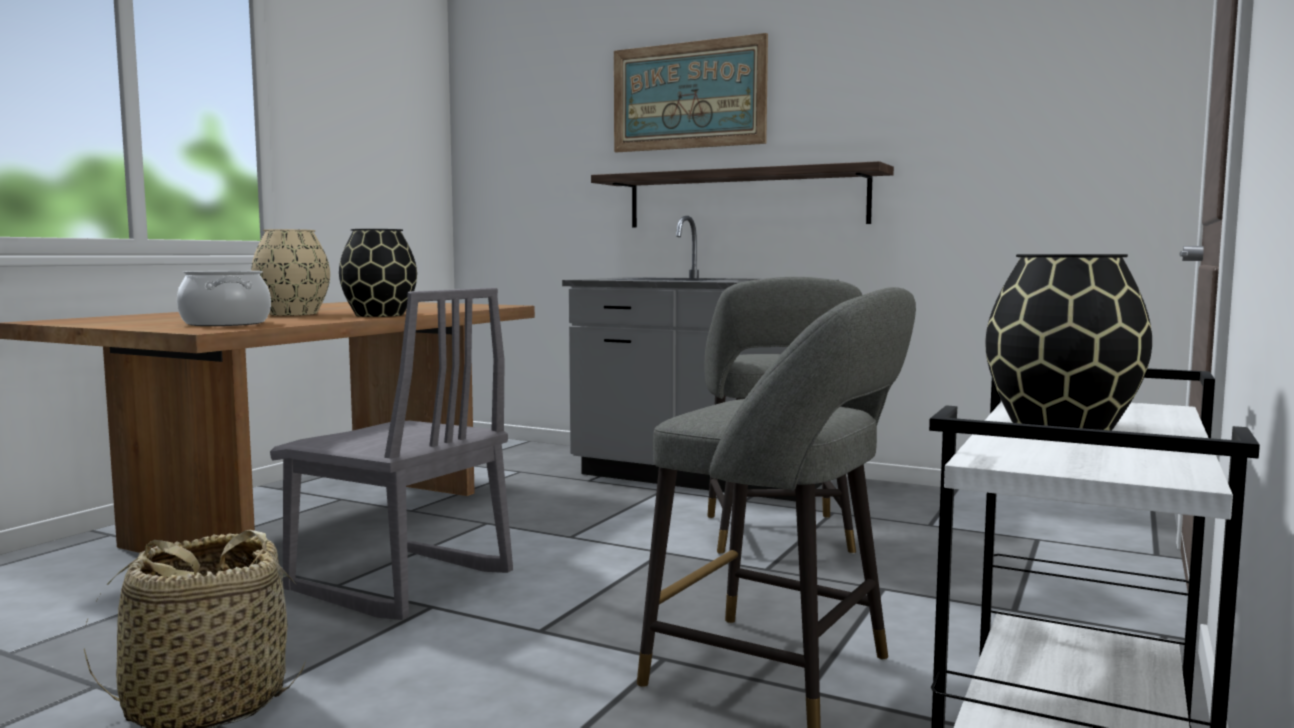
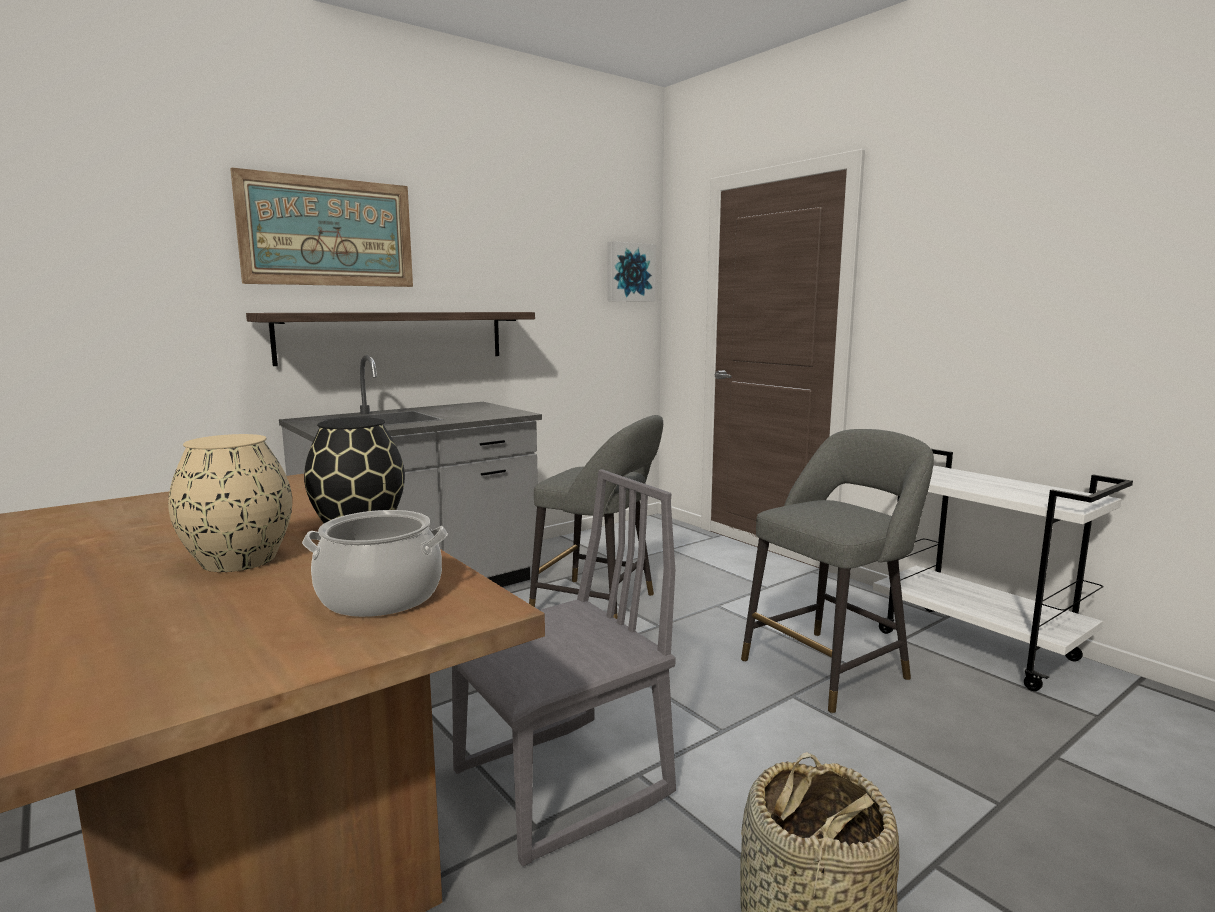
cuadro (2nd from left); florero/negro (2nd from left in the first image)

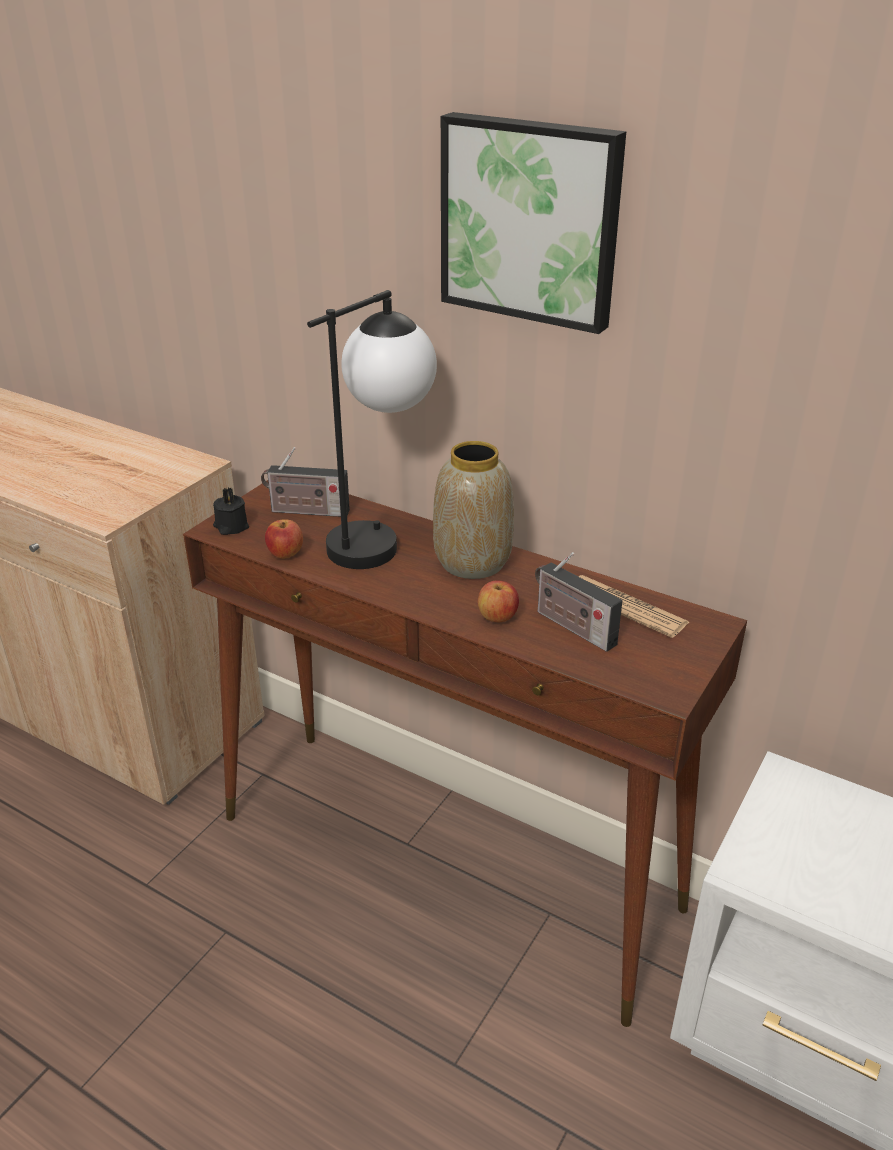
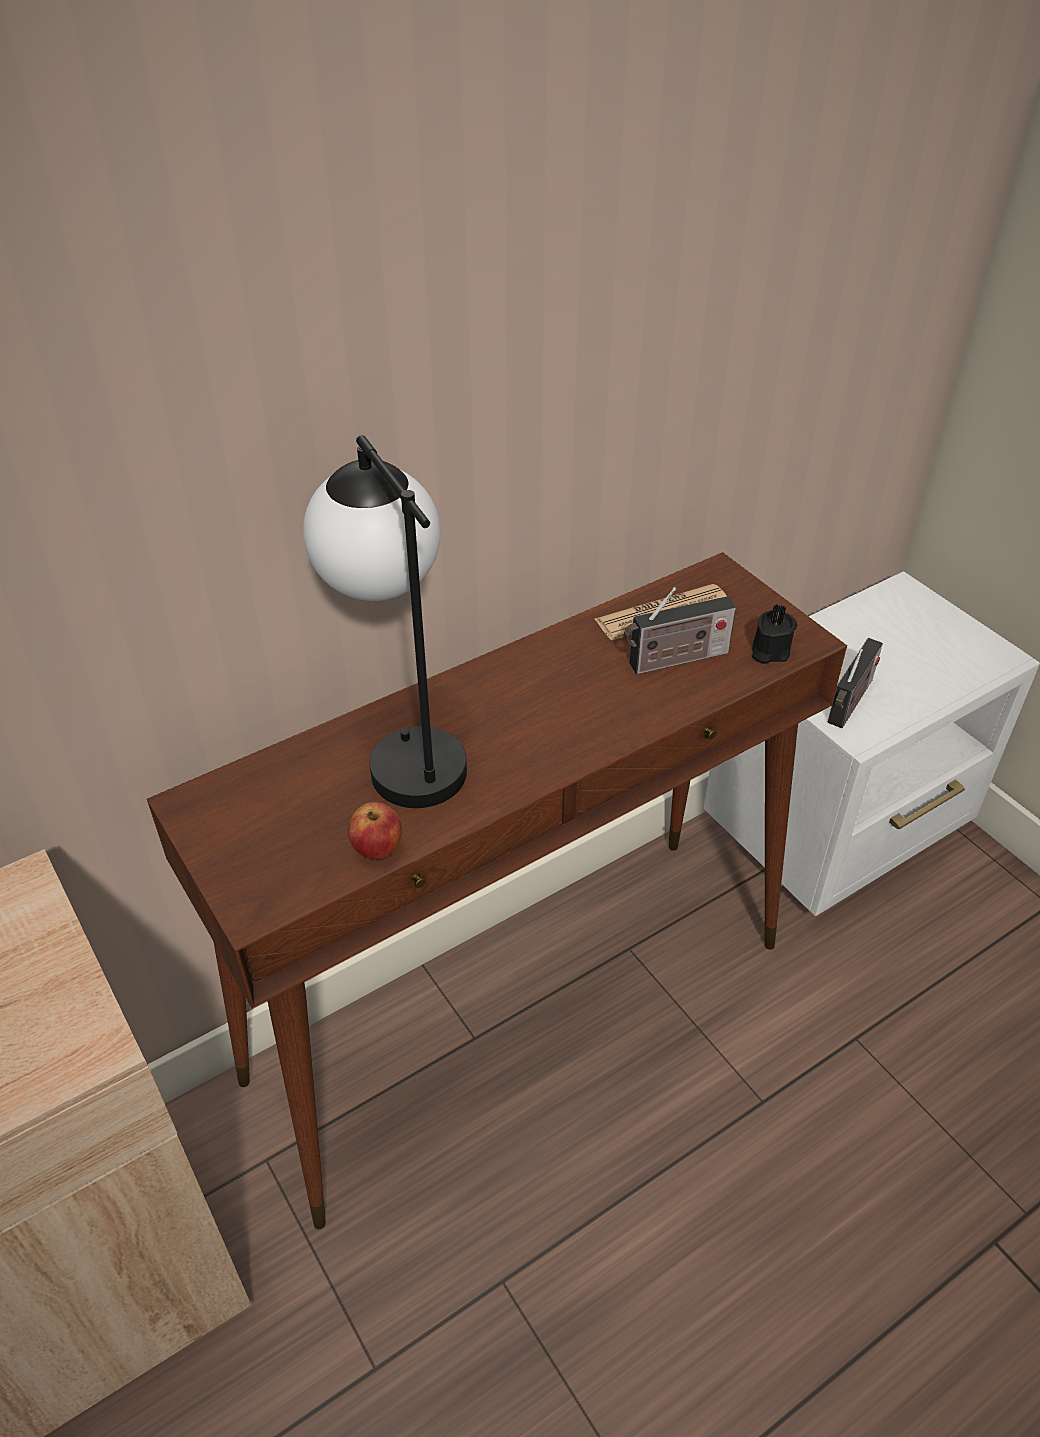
vela/negro; radio (2nd from left); florero; cuadro; manzana (2nd from left in the first image)

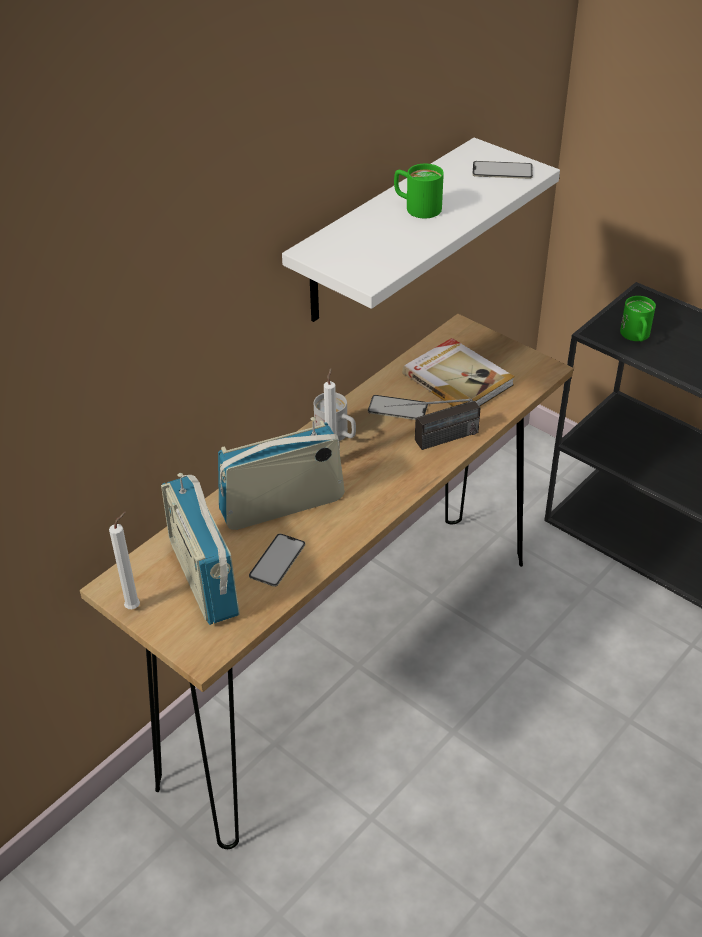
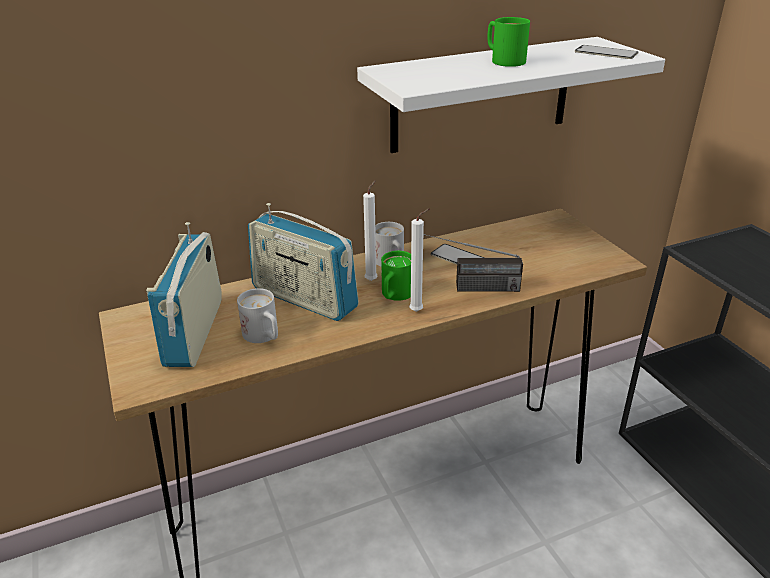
taza grande/blanco (1st from left); radio (2nd from left); taza grande/verde (1st from left); vela/blanco (2nd from left); libro

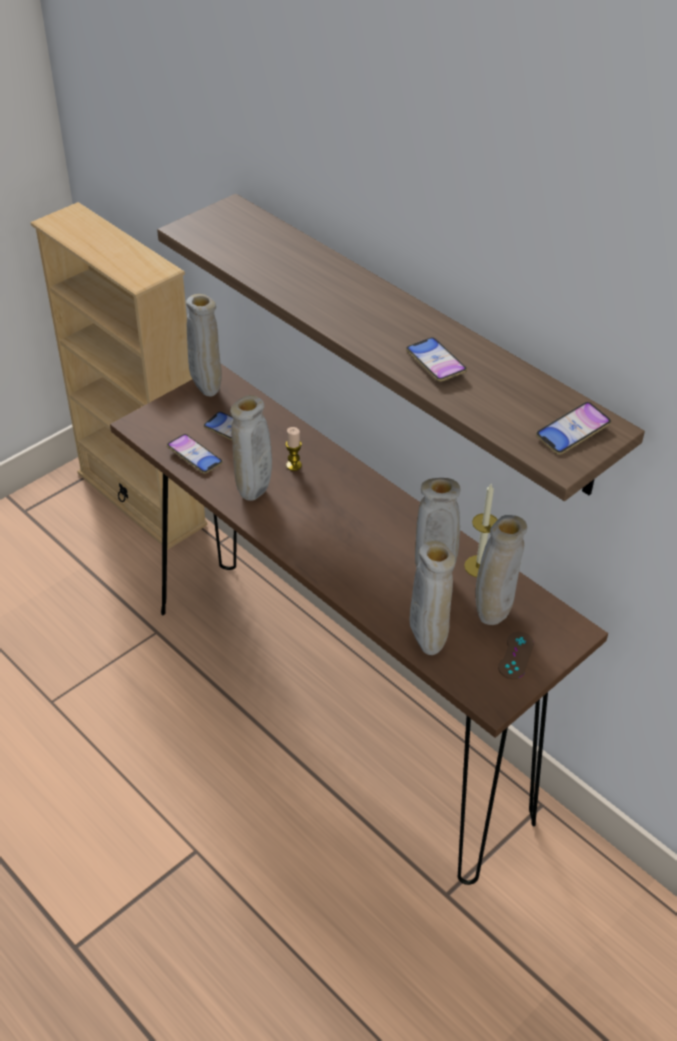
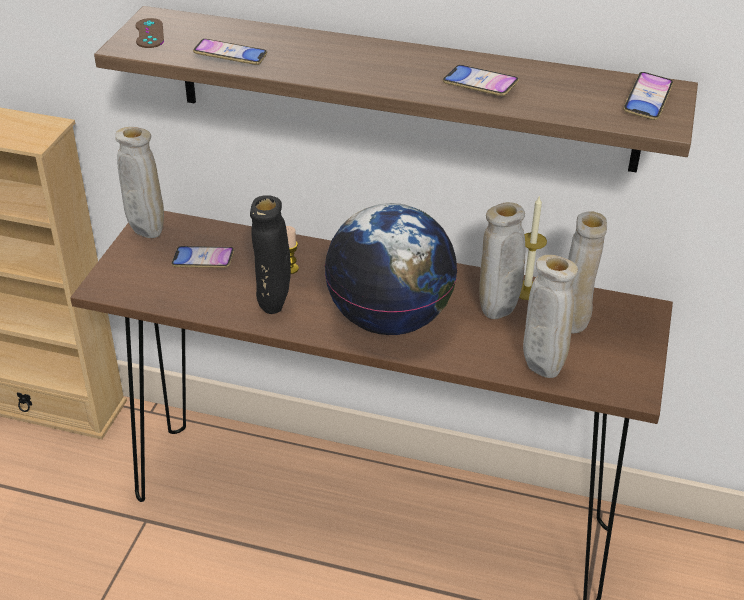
mando de consola/marrón; móvil (2nd from left); florero/negro; globo terráqueo

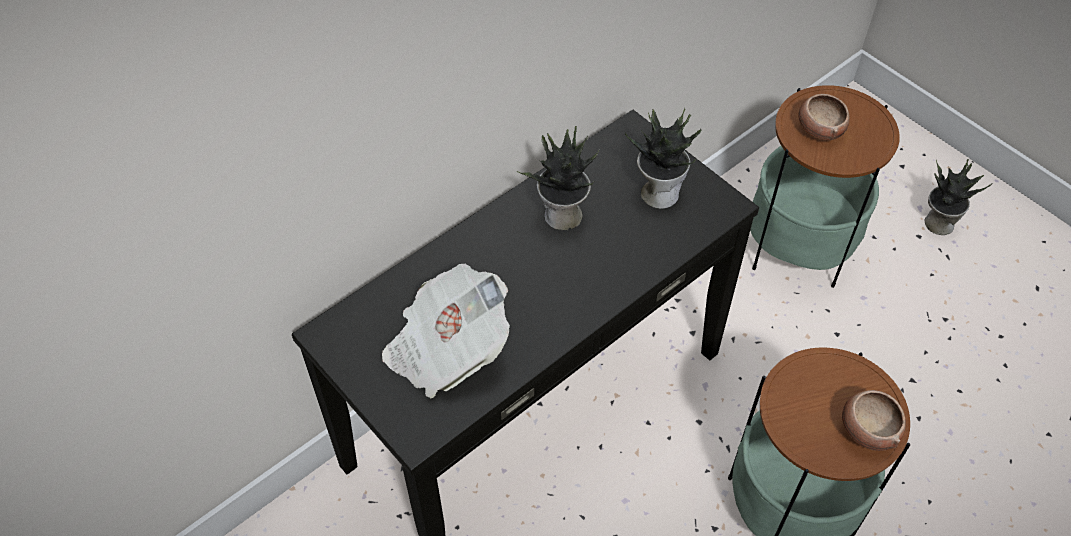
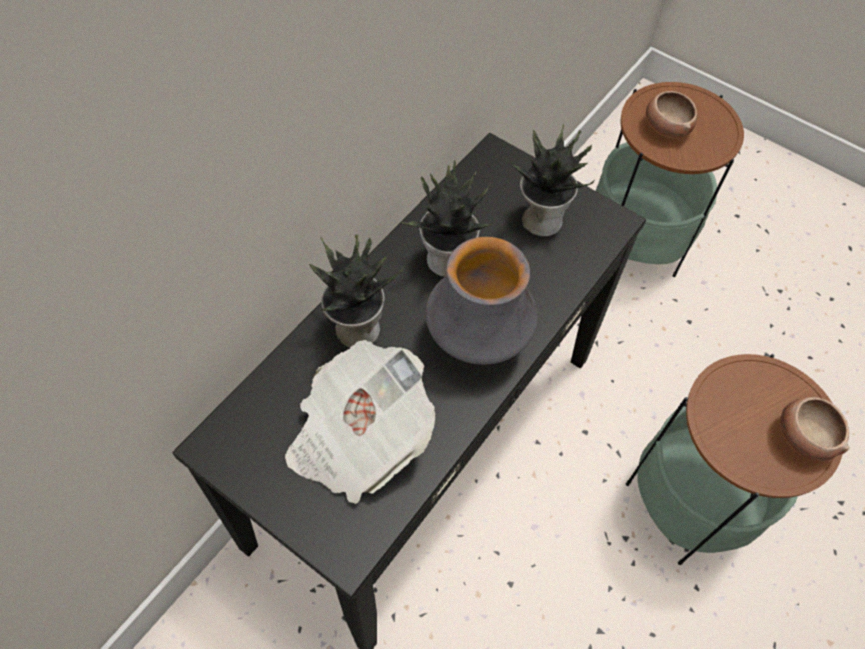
planta en maceta (1st from left); florero

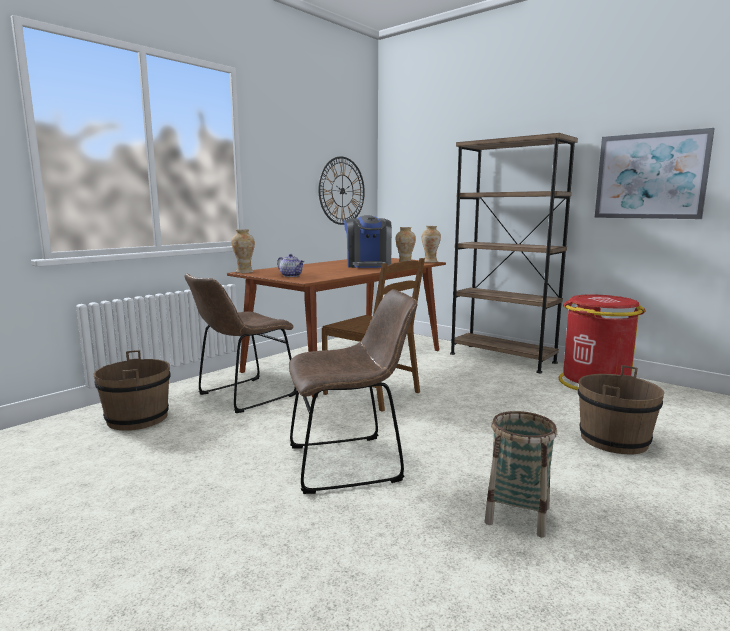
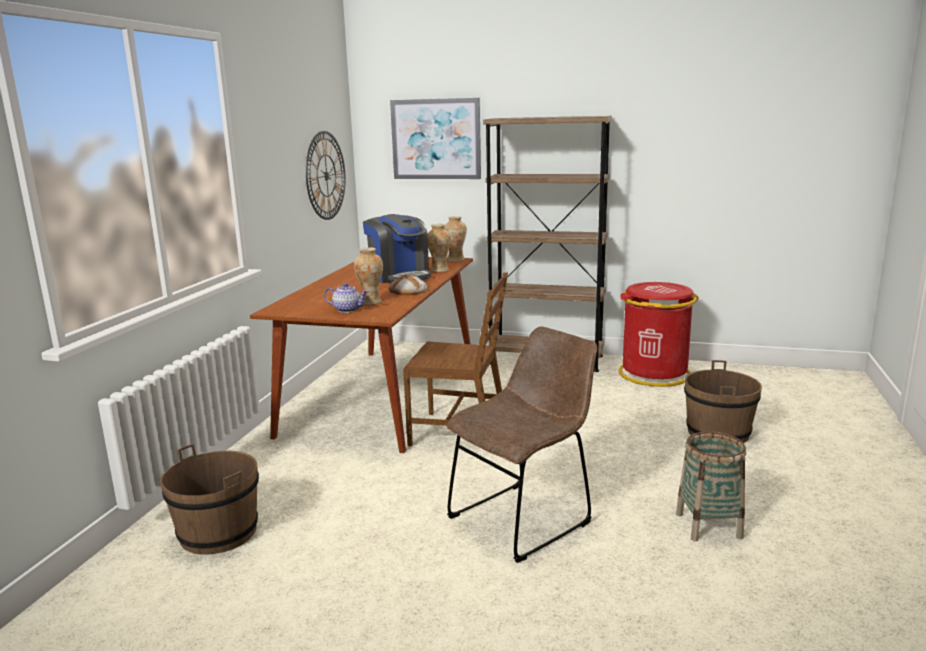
florero (1st from left); pan; cuadro; silla/marrón (1st from left in the first image)

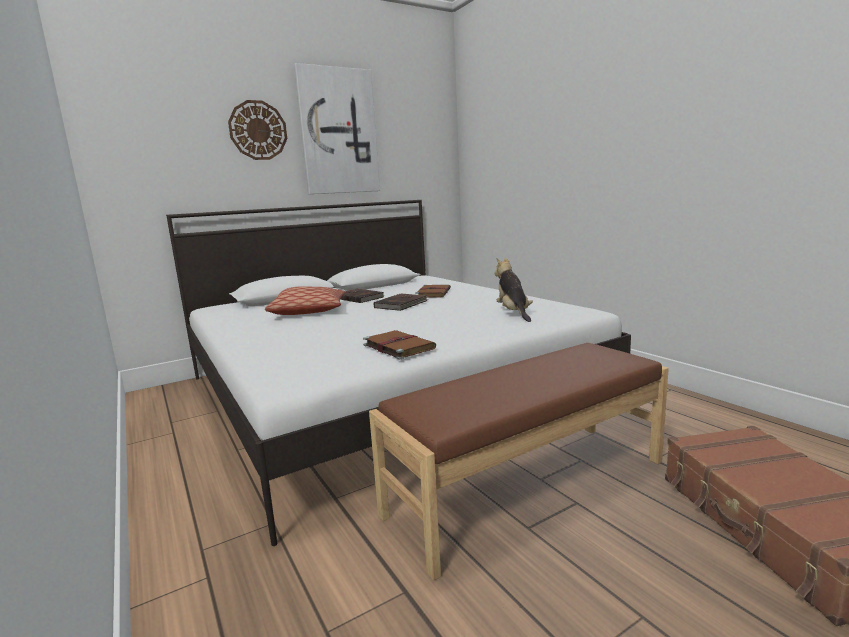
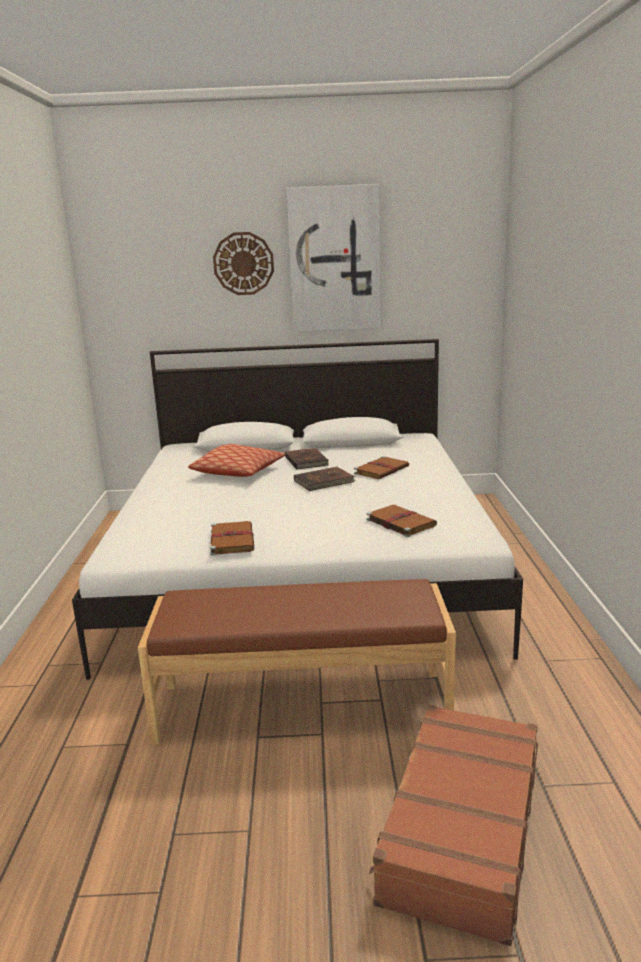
libro/marrón (5th from left)

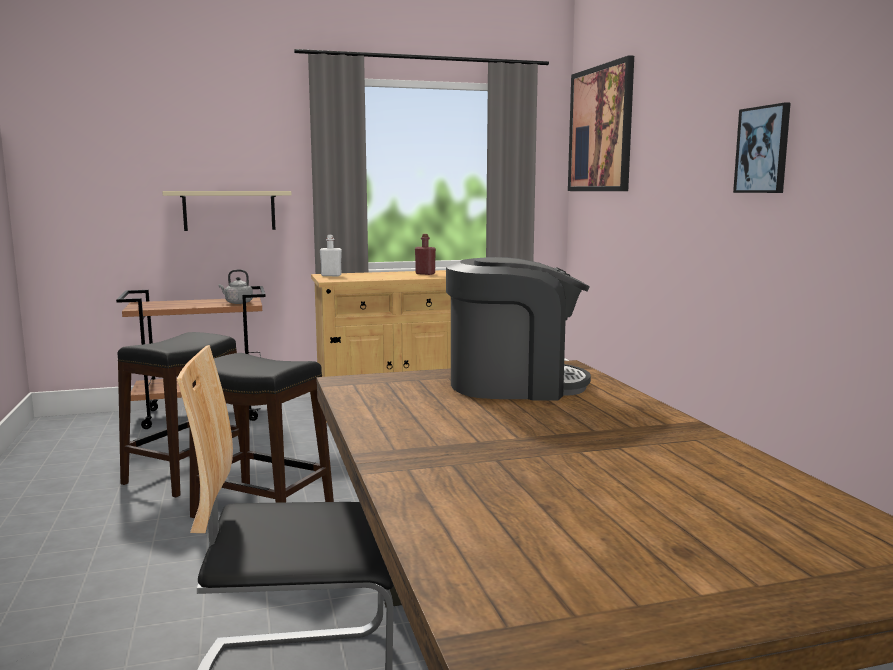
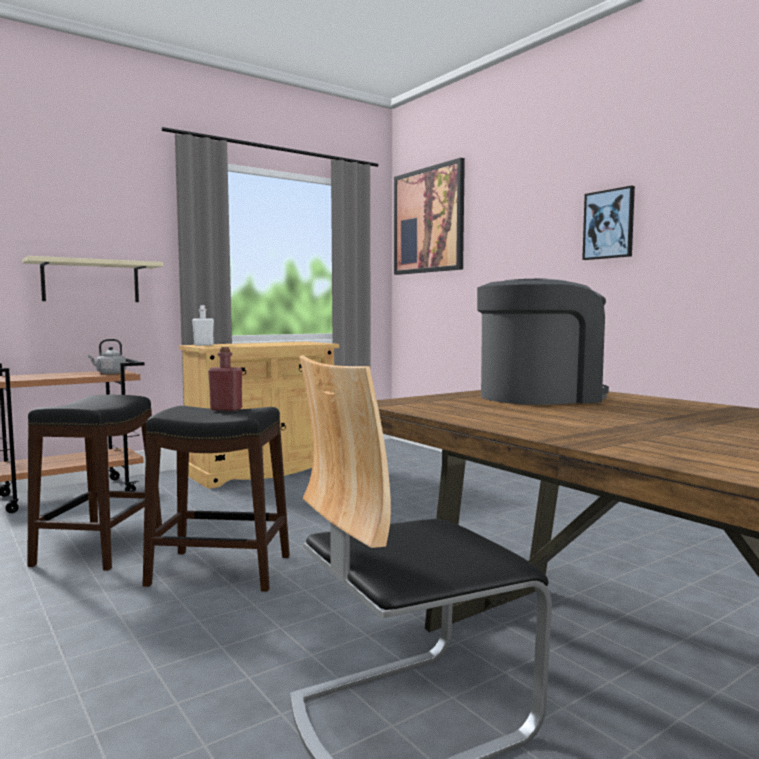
botella/rojo

